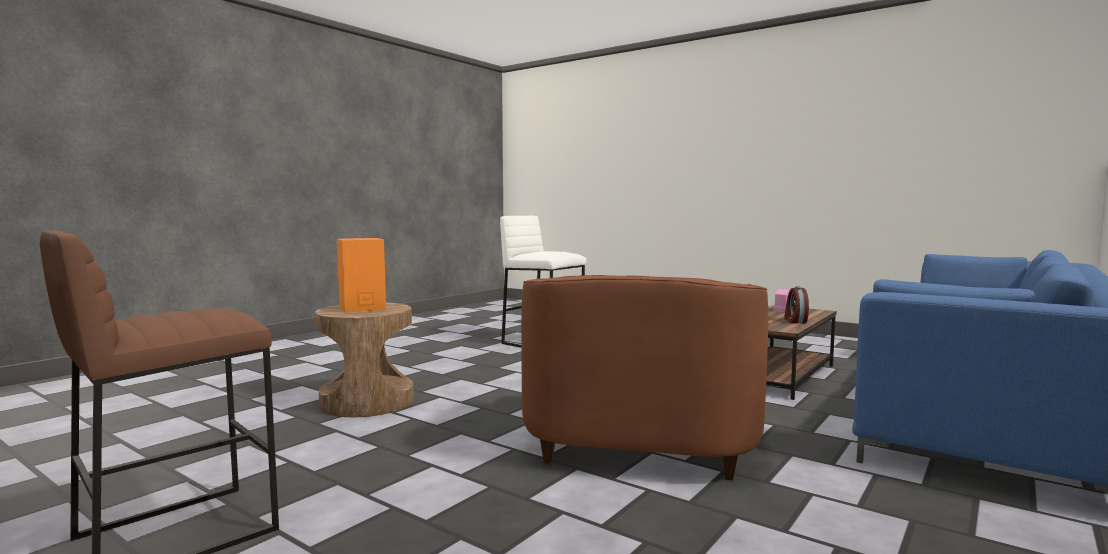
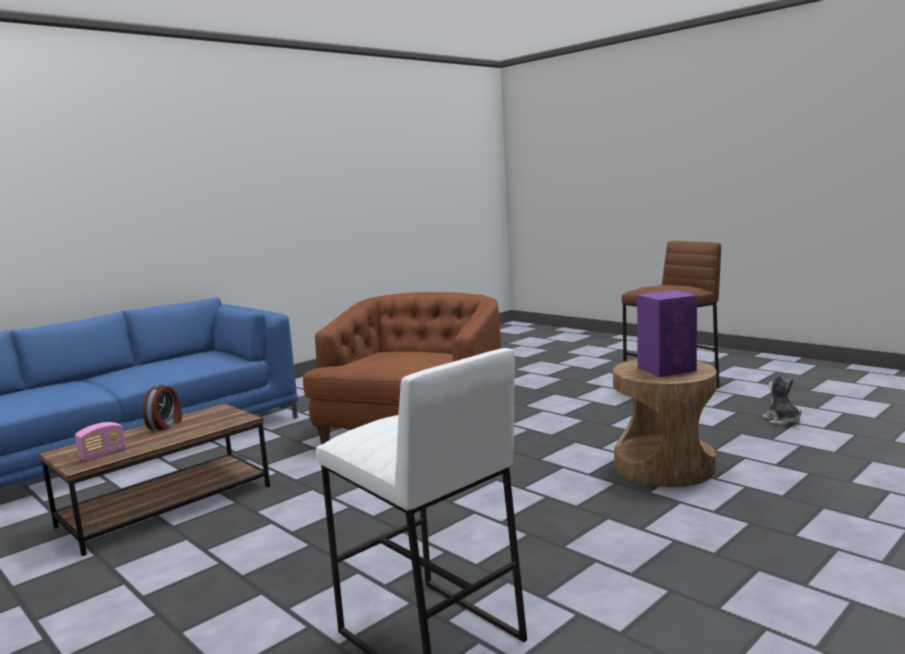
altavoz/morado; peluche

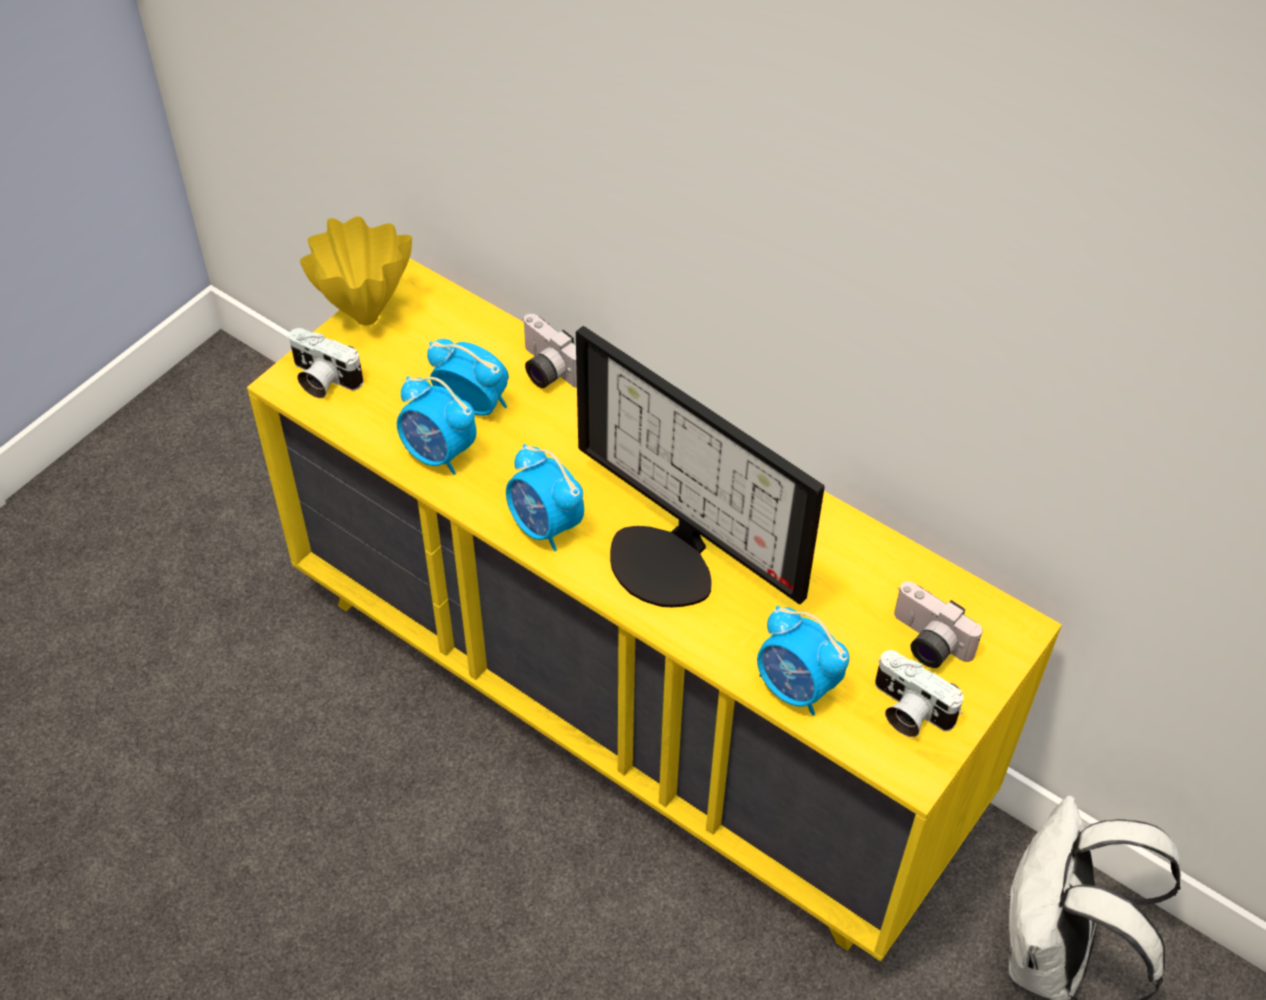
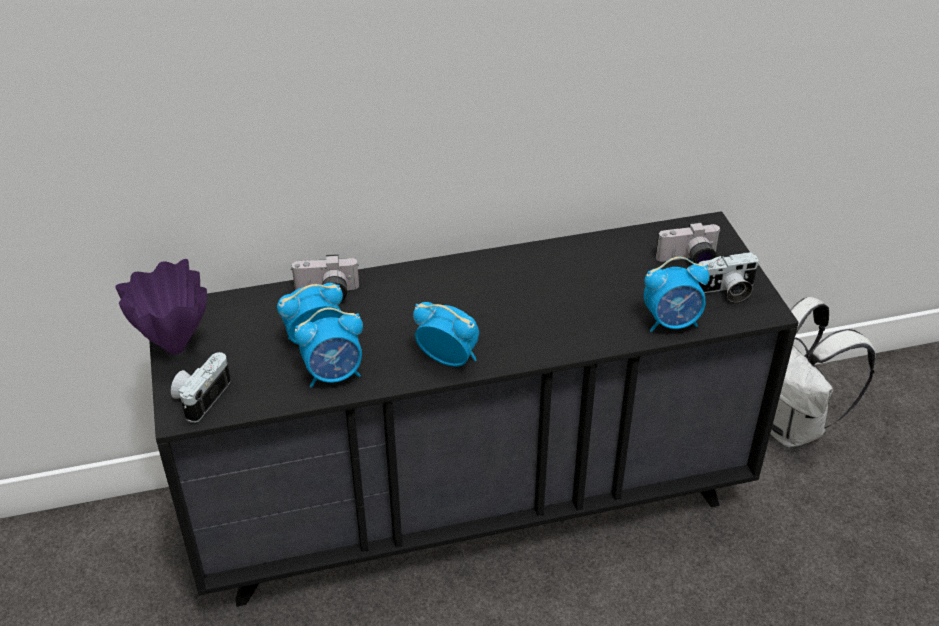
florero/morado; cómoda/negro; cámara (1st from left); despertador (3rd from left); monitor

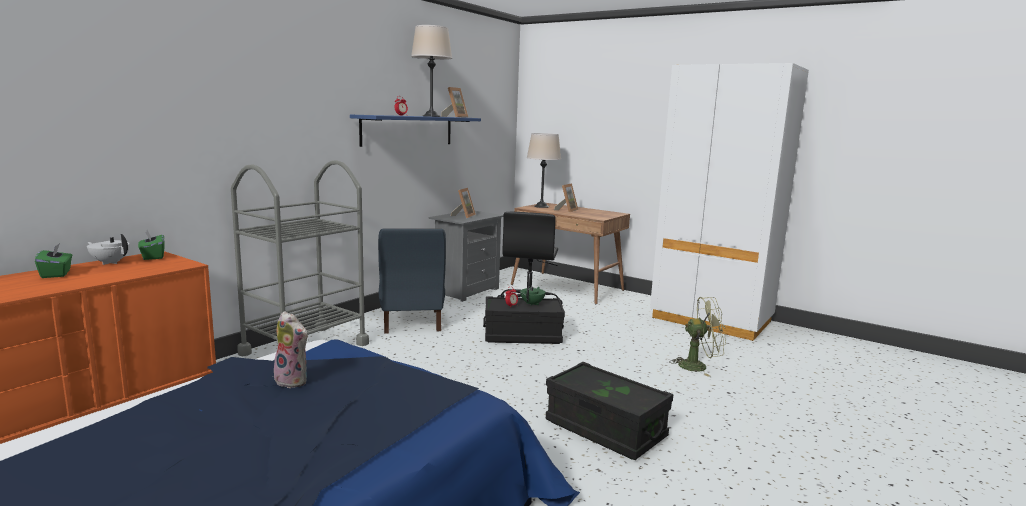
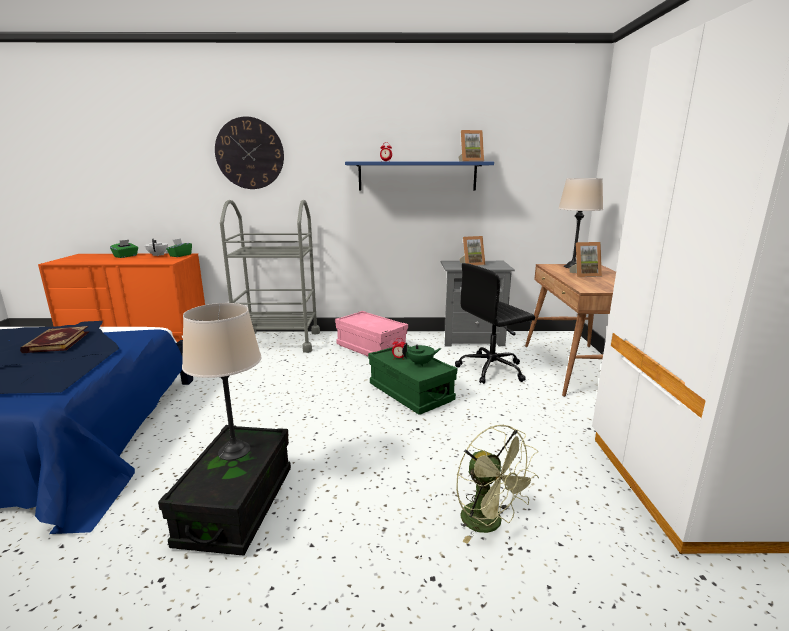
libro; lámpara de mesa/beis (1st from left); reloj de pared; caja de almacenaje/rosa; caja de almacenaje/verde

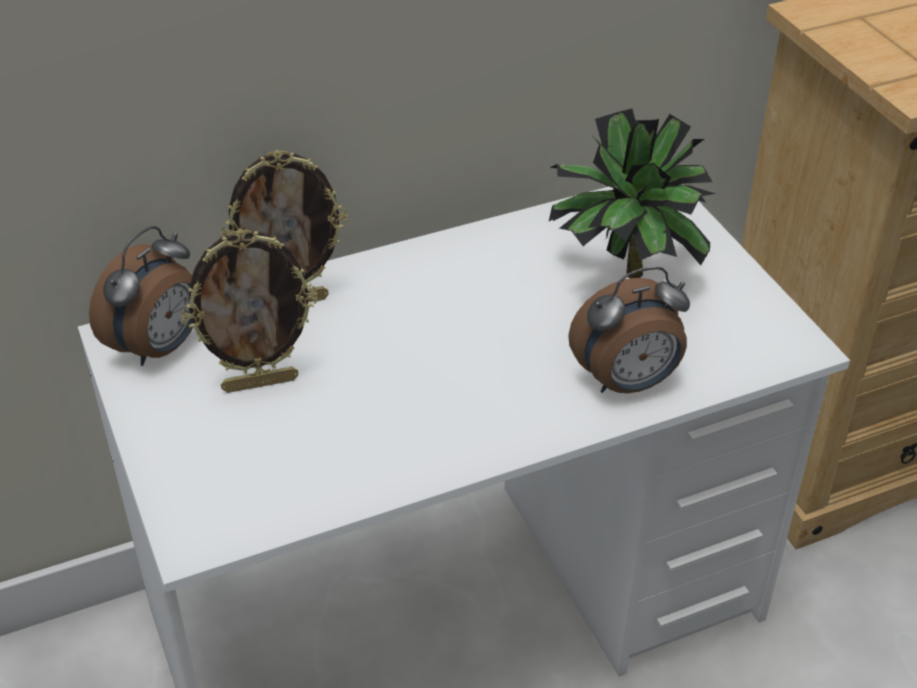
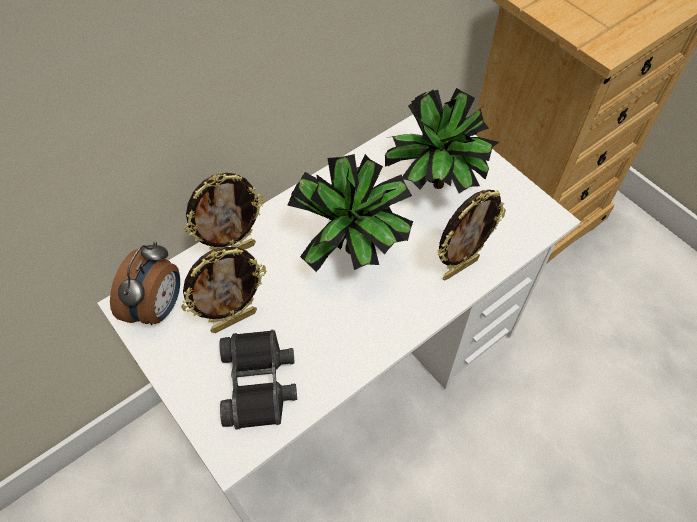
prismáticos/negro; planta en maceta (1st from left); portarretratos (3rd from left)

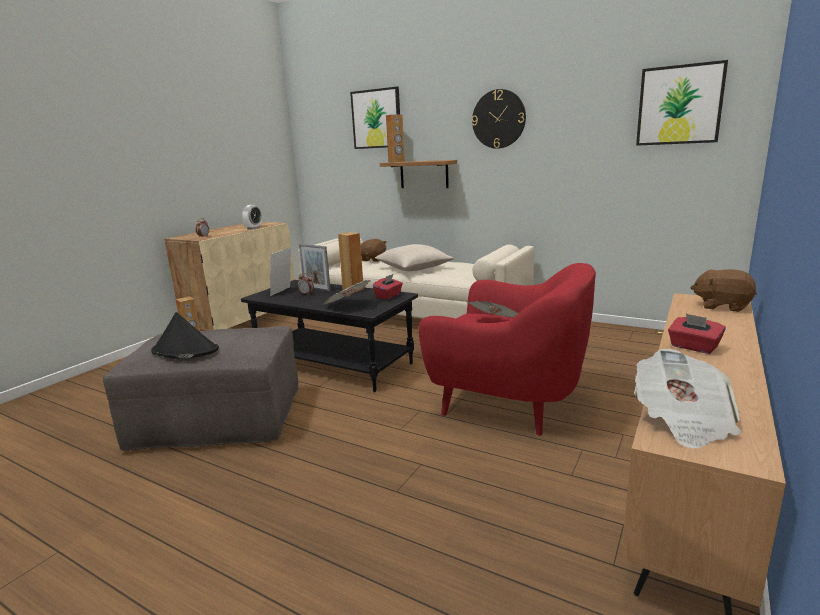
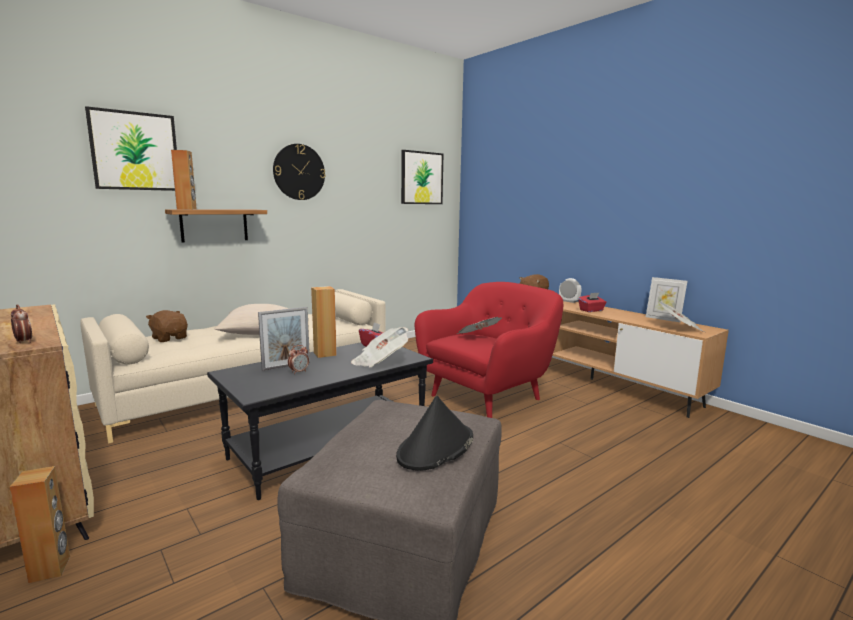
despertador (3rd from left); portarretratos (2nd from left)

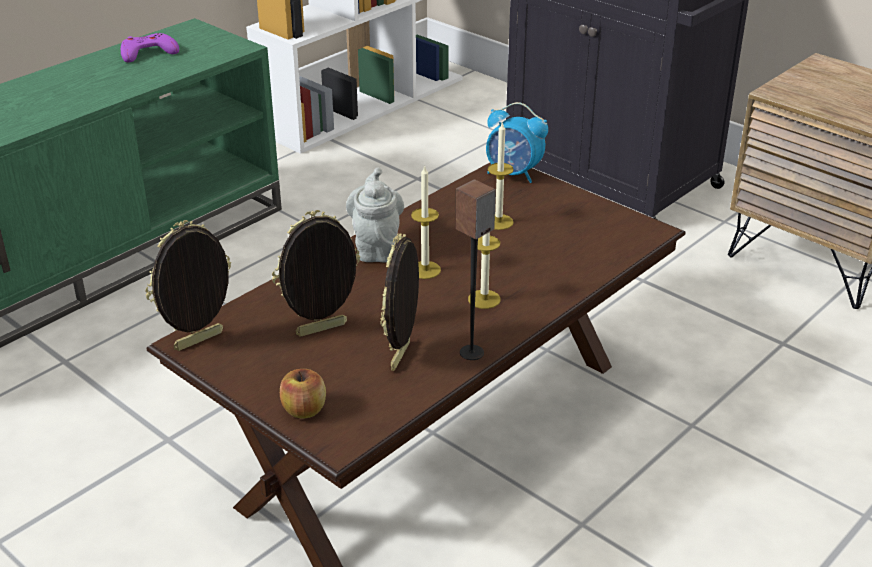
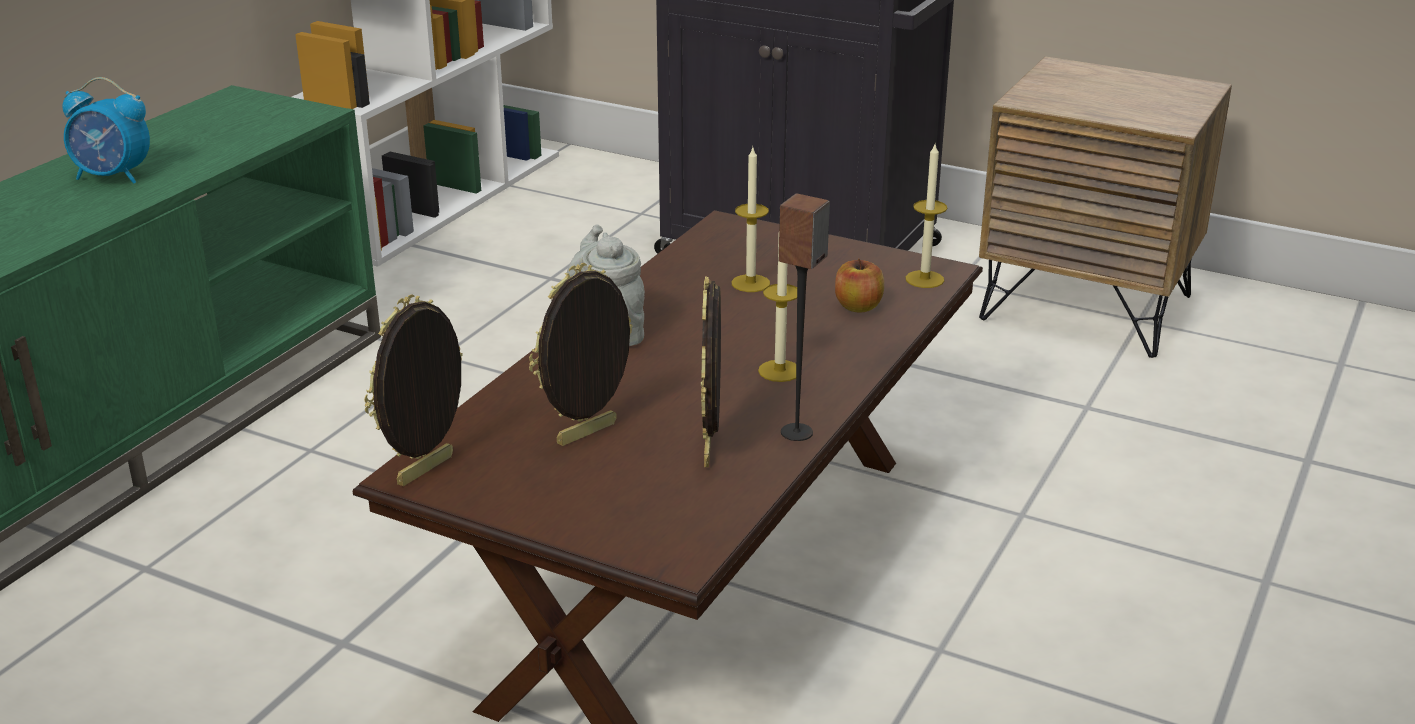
despertador; manzana; vela (3rd from left); mando de consola/morado

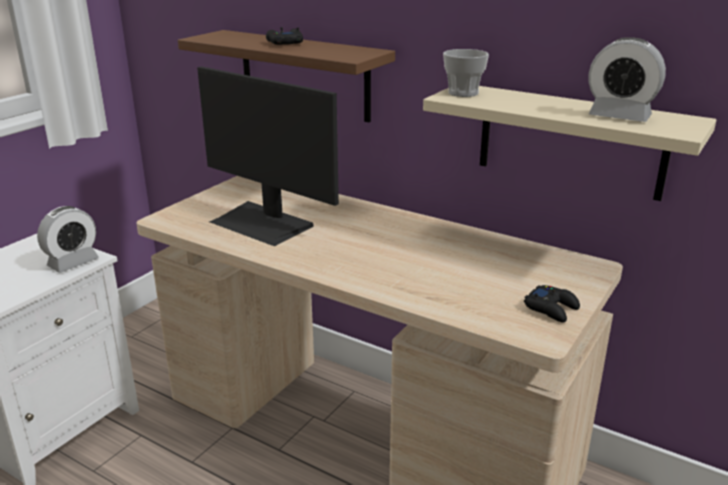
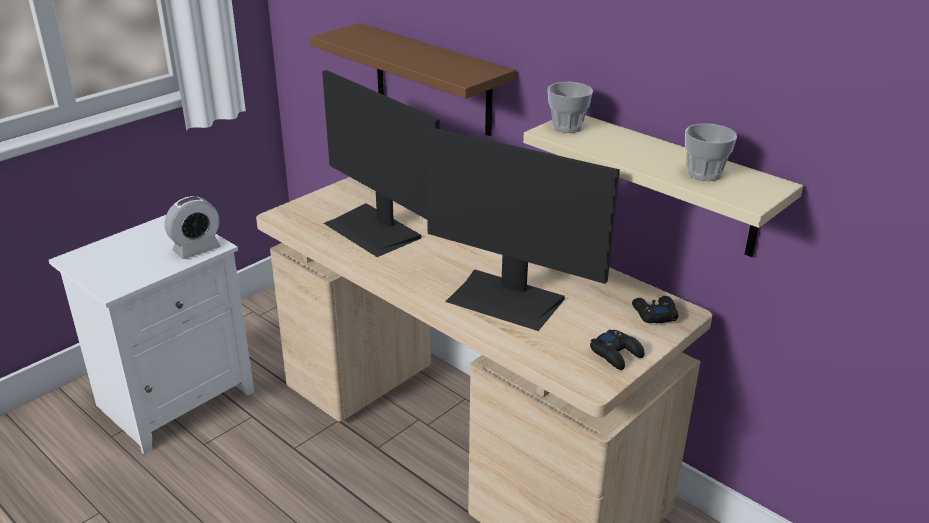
monitor (2nd from left); mando de consola/negro (2nd from left); taza (2nd from left)

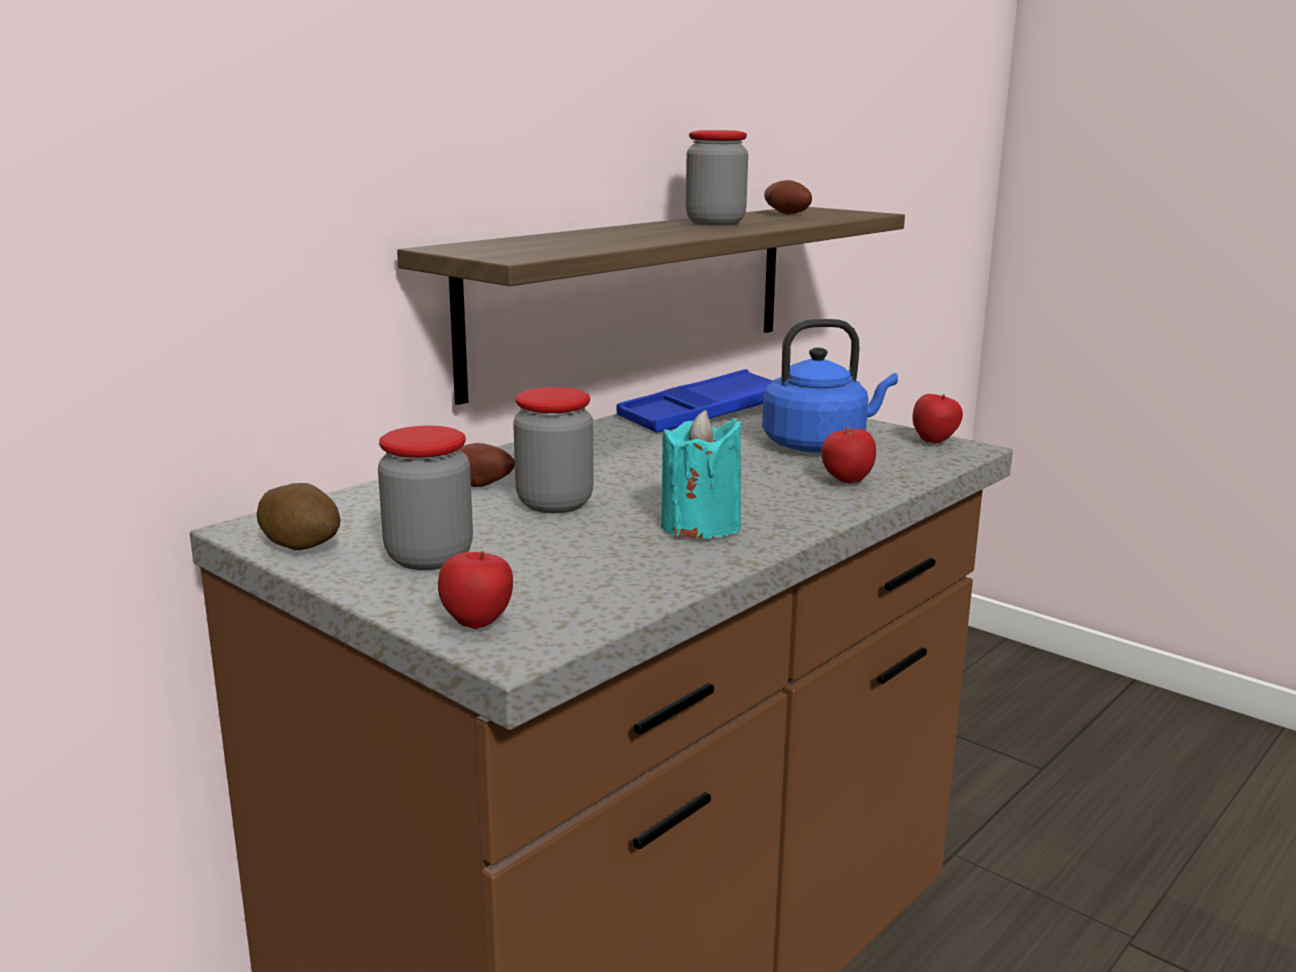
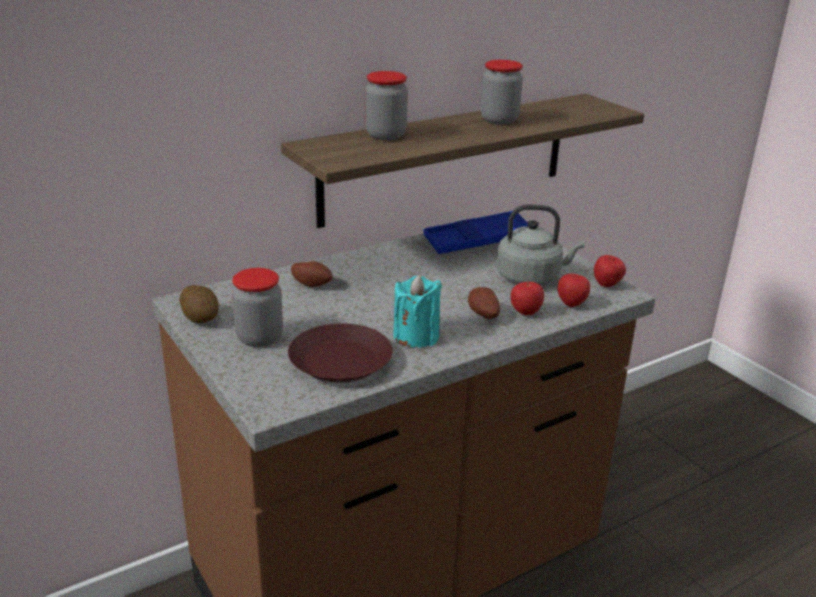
plato/marrón; tarro (2nd from left); patata (3rd from left); hervidor/gris; manzana (2nd from left)

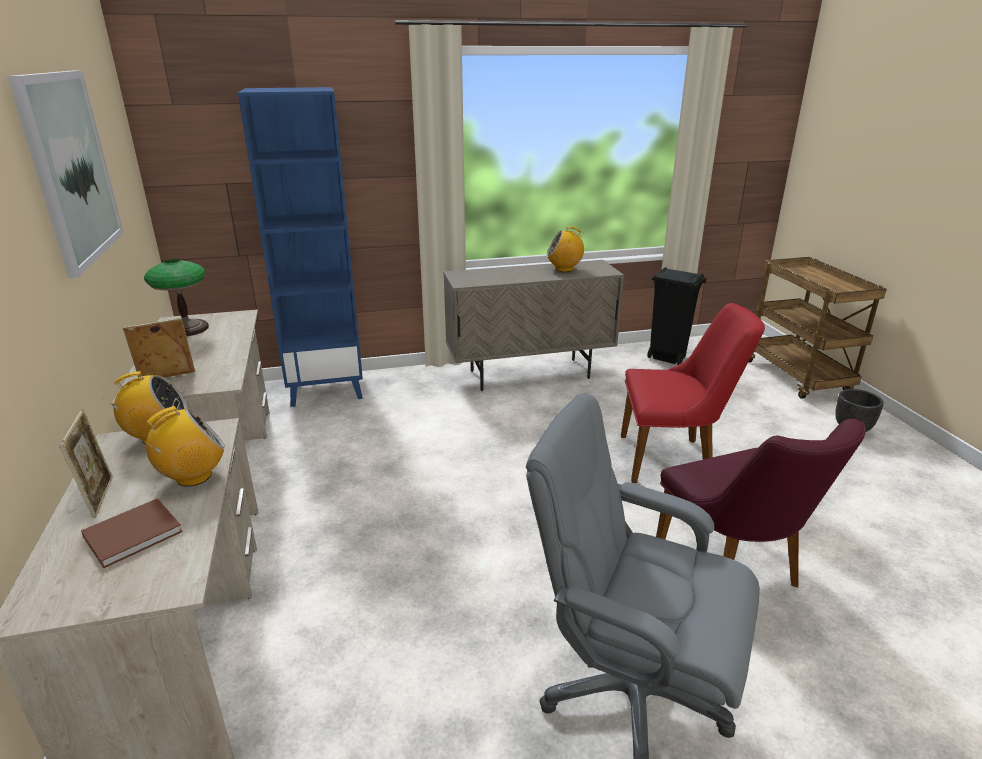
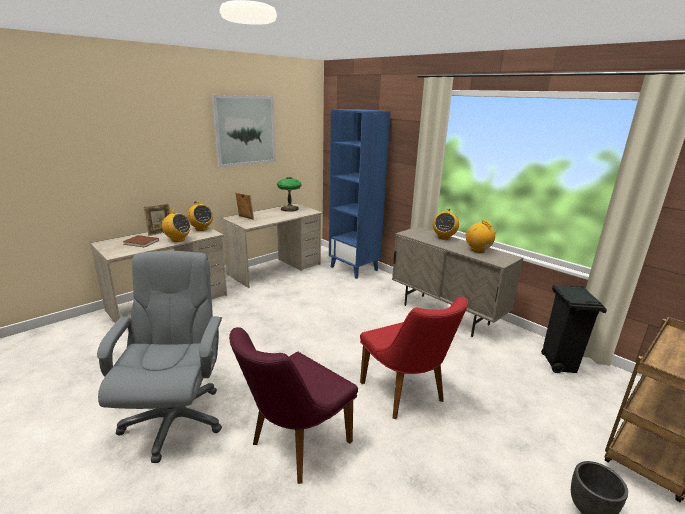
radio (3rd from left)

